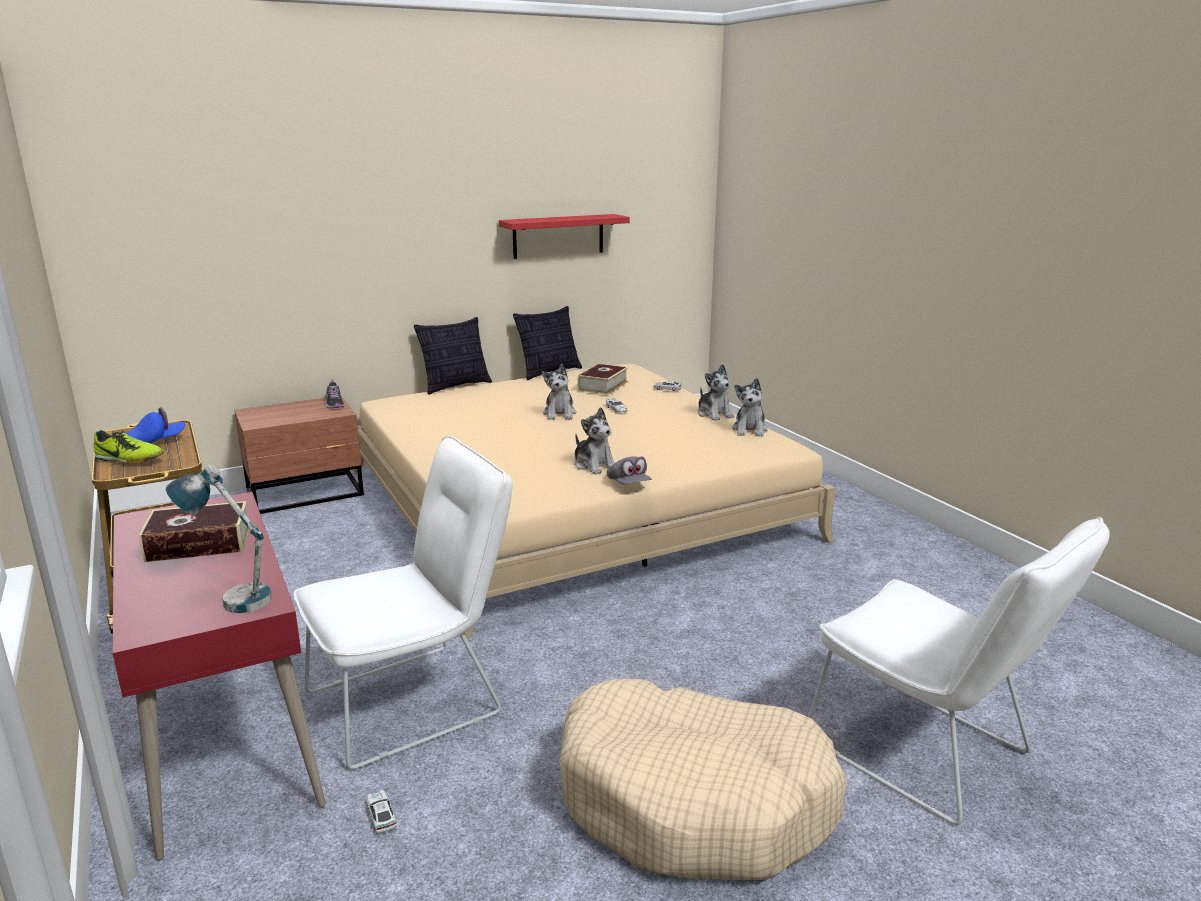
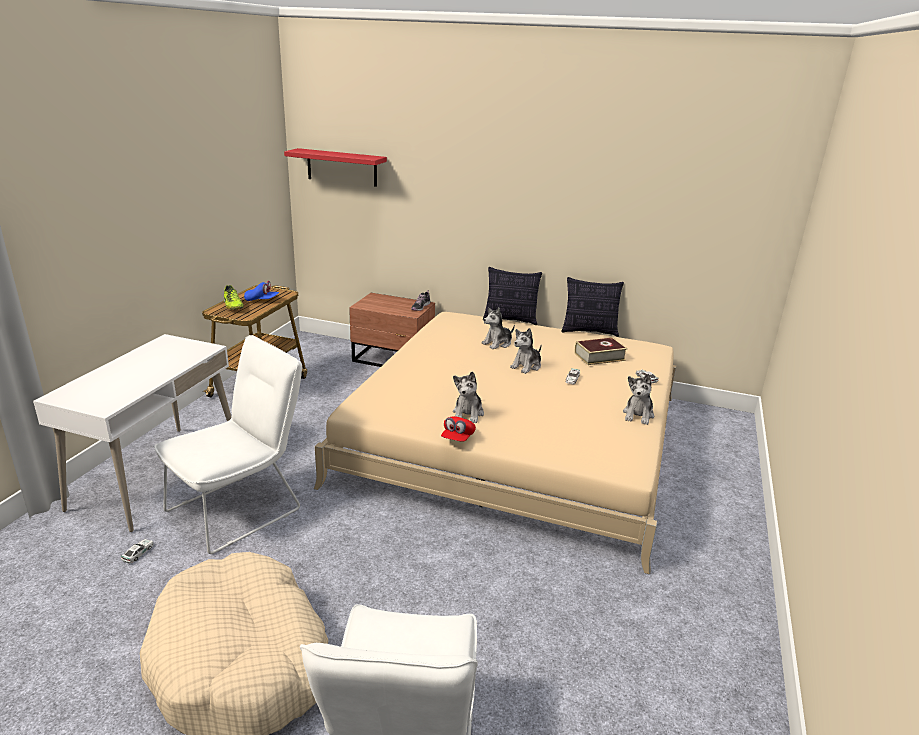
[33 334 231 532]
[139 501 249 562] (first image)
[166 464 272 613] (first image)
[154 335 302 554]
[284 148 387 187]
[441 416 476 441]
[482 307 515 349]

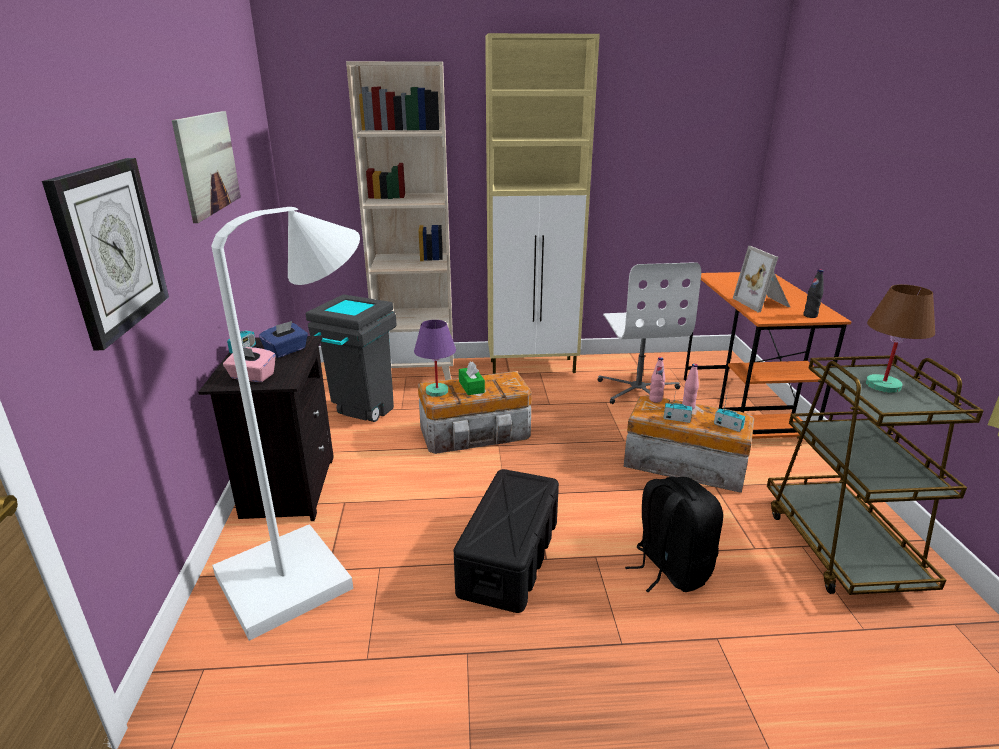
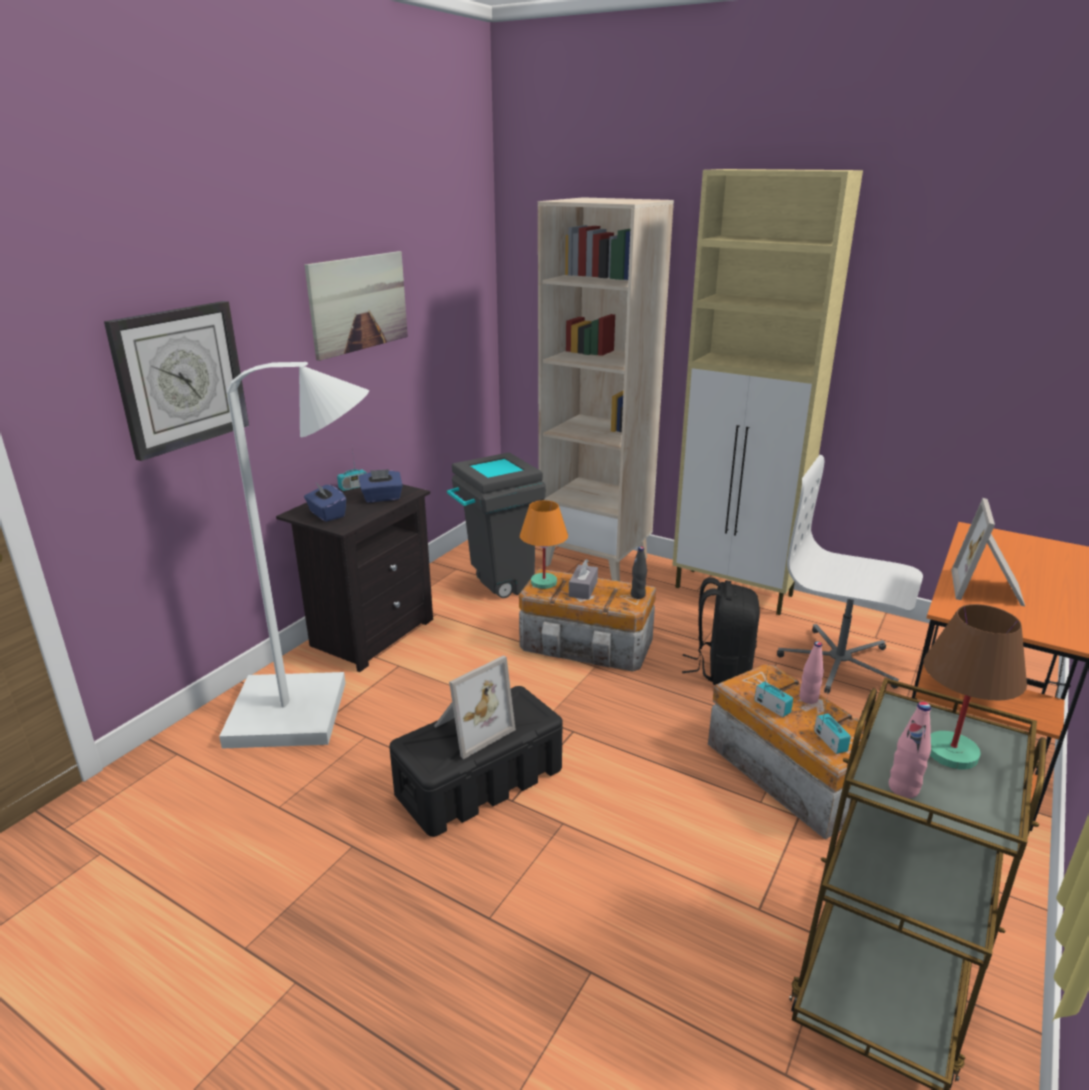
[304 483 346 522]
[520 500 568 589]
[569 559 598 600]
[777 455 923 694]
[682 578 760 685]
[889 702 931 798]
[631 547 647 599]
[434 655 516 759]

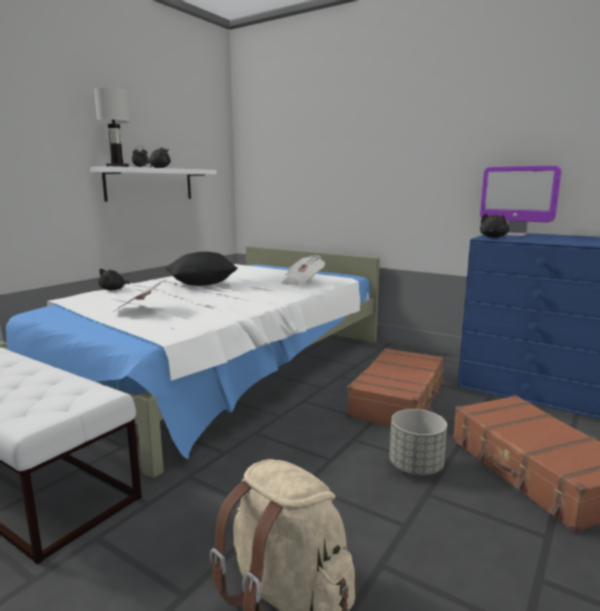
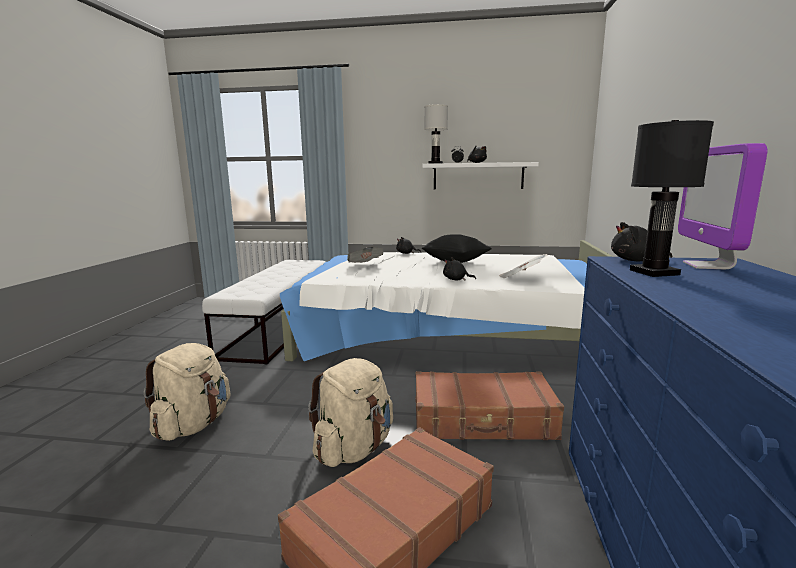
[308 358 393 467]
[443 257 476 280]
[630 120 714 277]

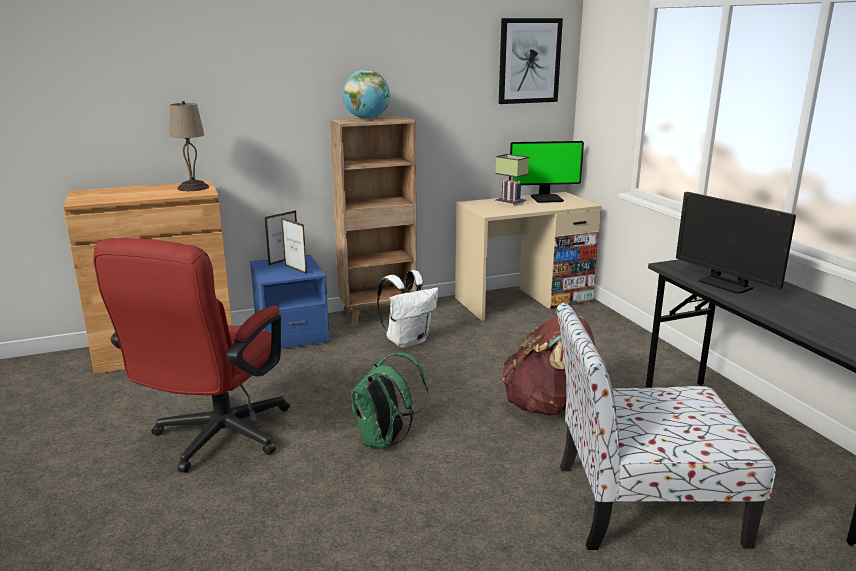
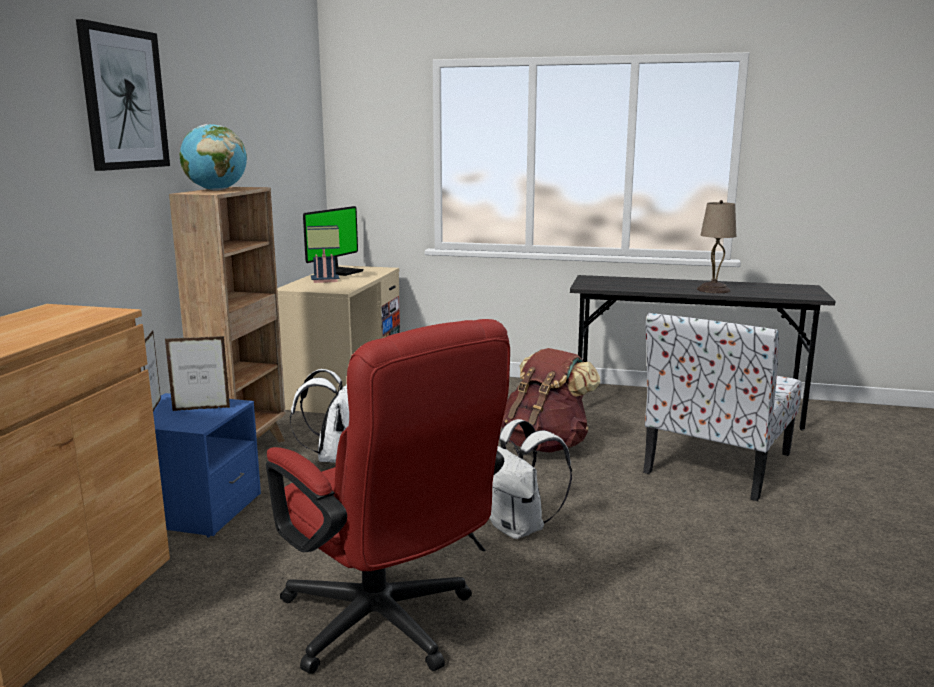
[697 200 736 293]
[490 419 572 539]
[76 19 170 171]
[676 192 796 294] (first image)

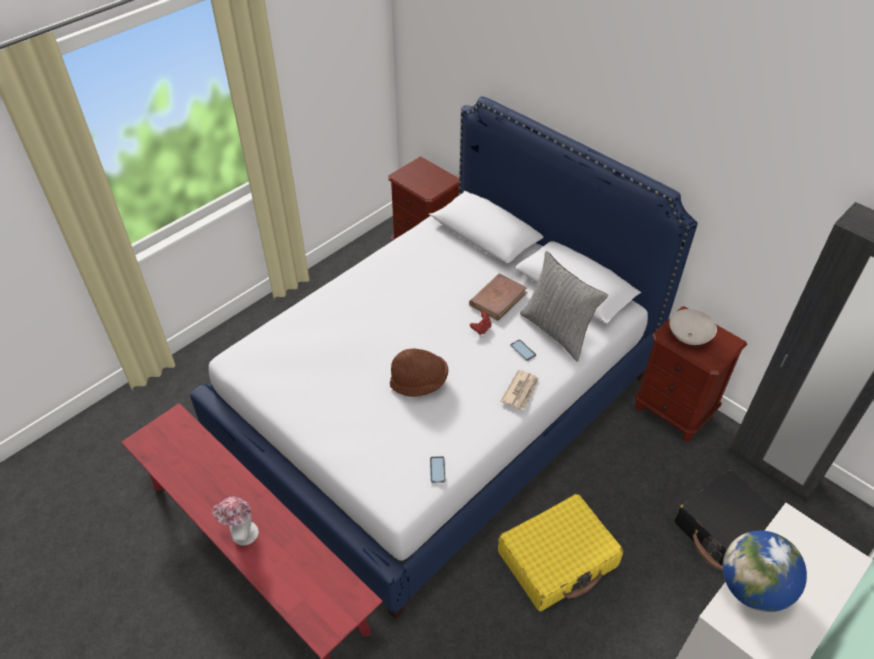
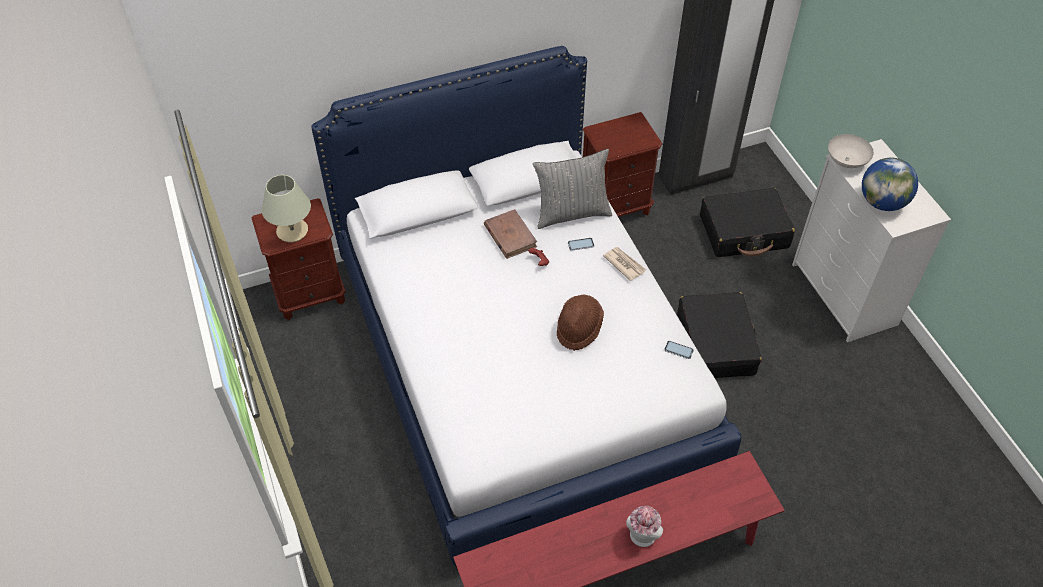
[677 292 762 378]
[828 134 874 168]
[262 175 311 243]

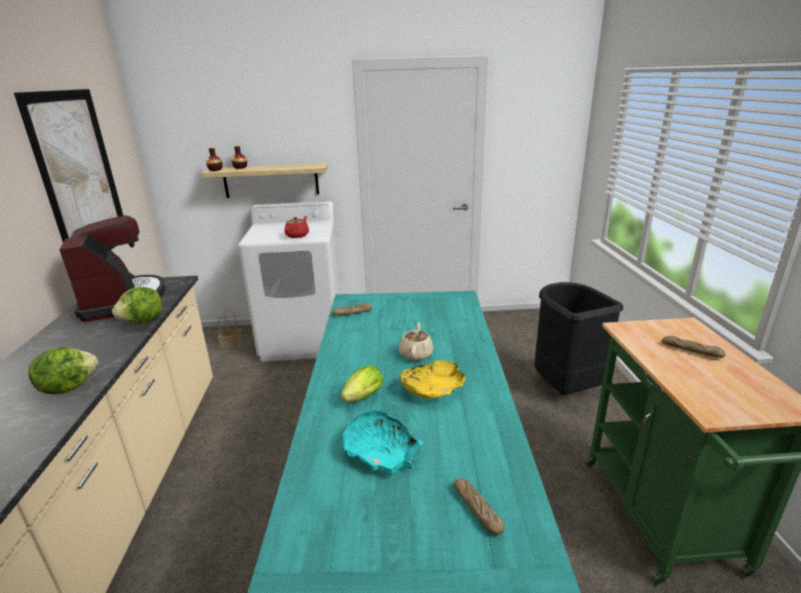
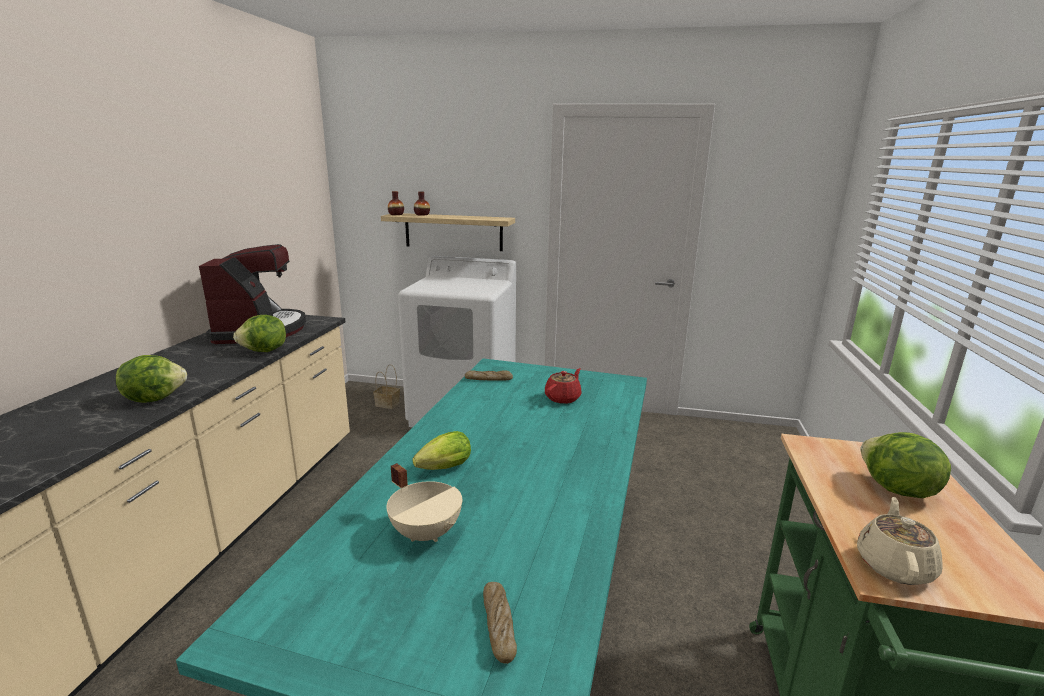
[14 89 123 250] (first image)
[545 368 582 404]
[386 463 462 542]
[857 497 943 585]
[400 360 465 399] (first image)
[534 282 623 395] (first image)
[860 432 951 498]

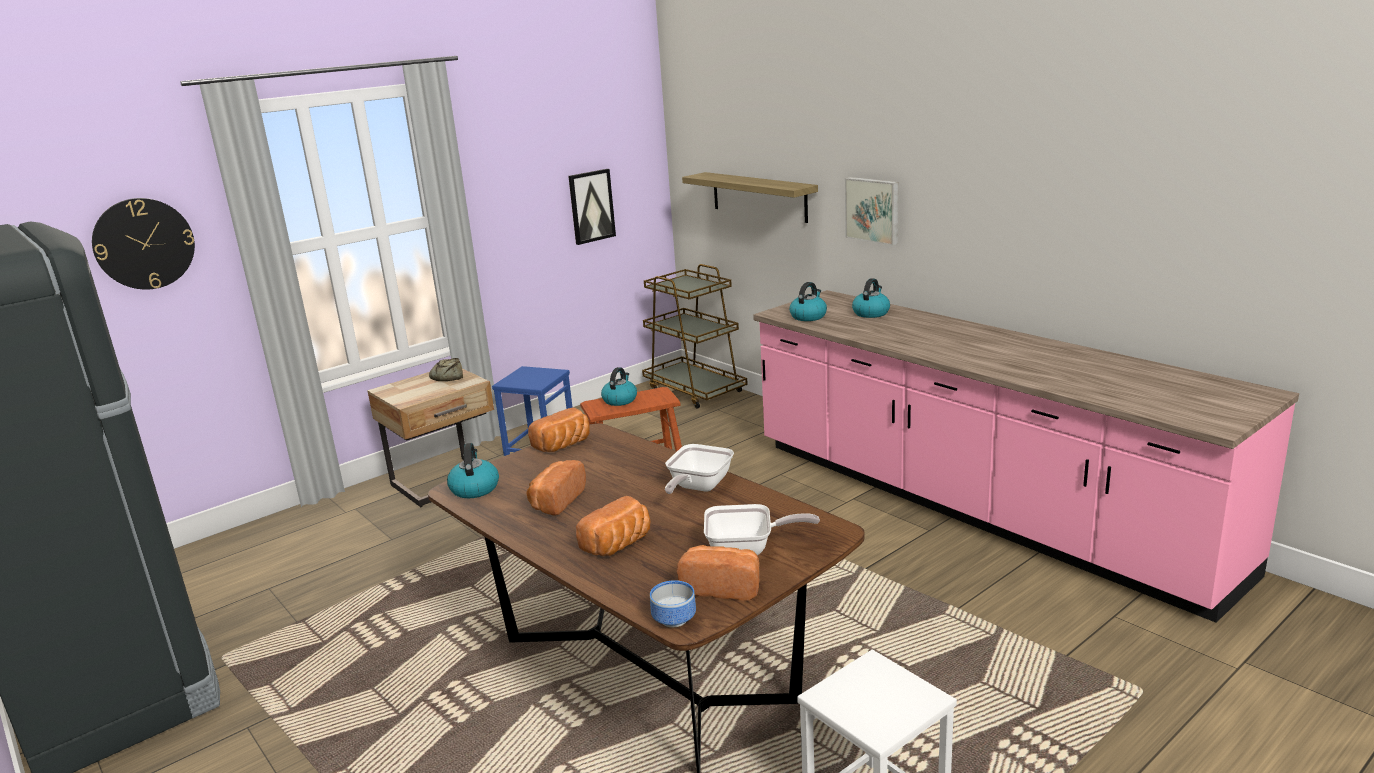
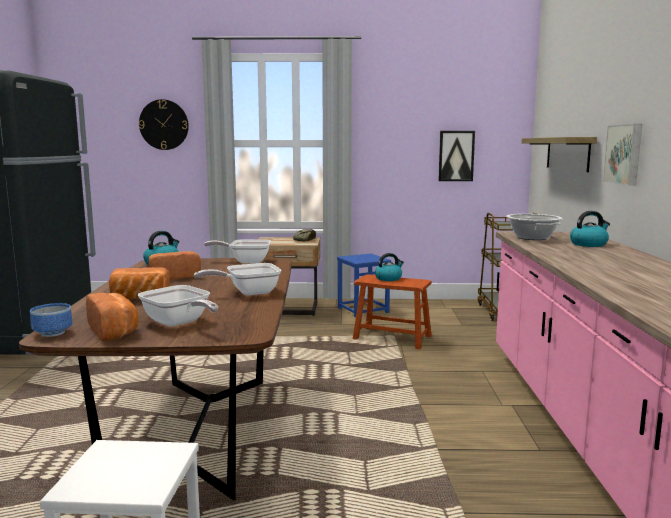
[204 240 271 263]
[506 214 563 240]

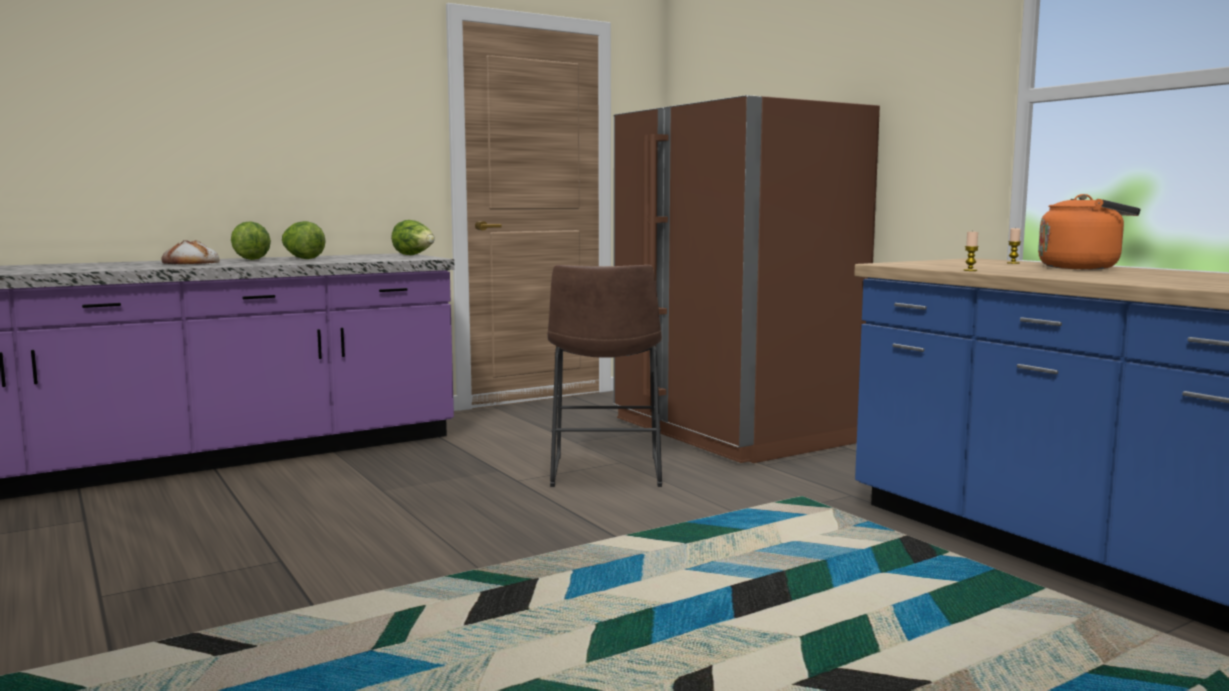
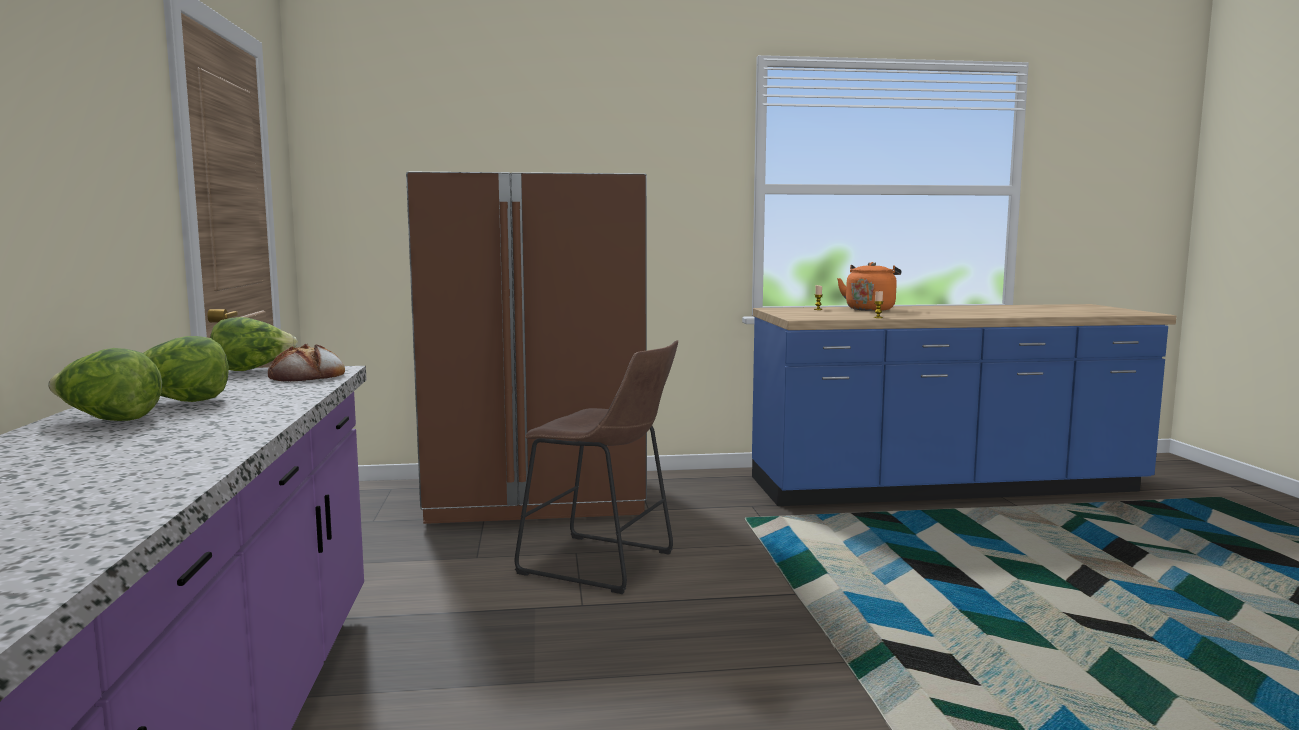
[268 343 345 381]

